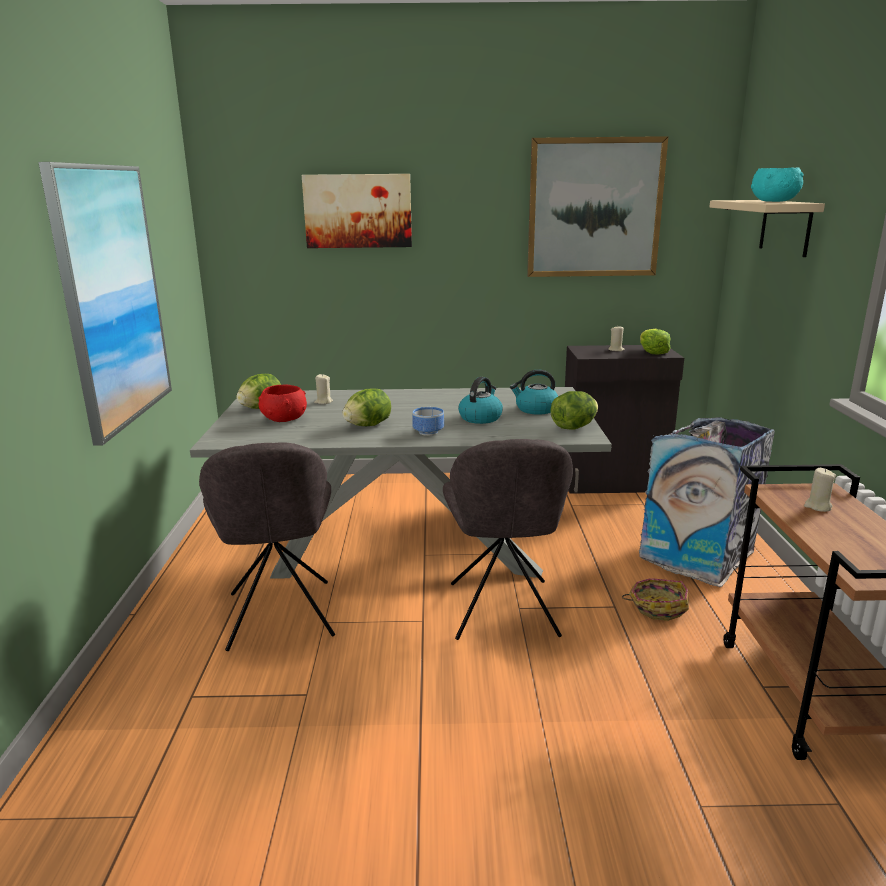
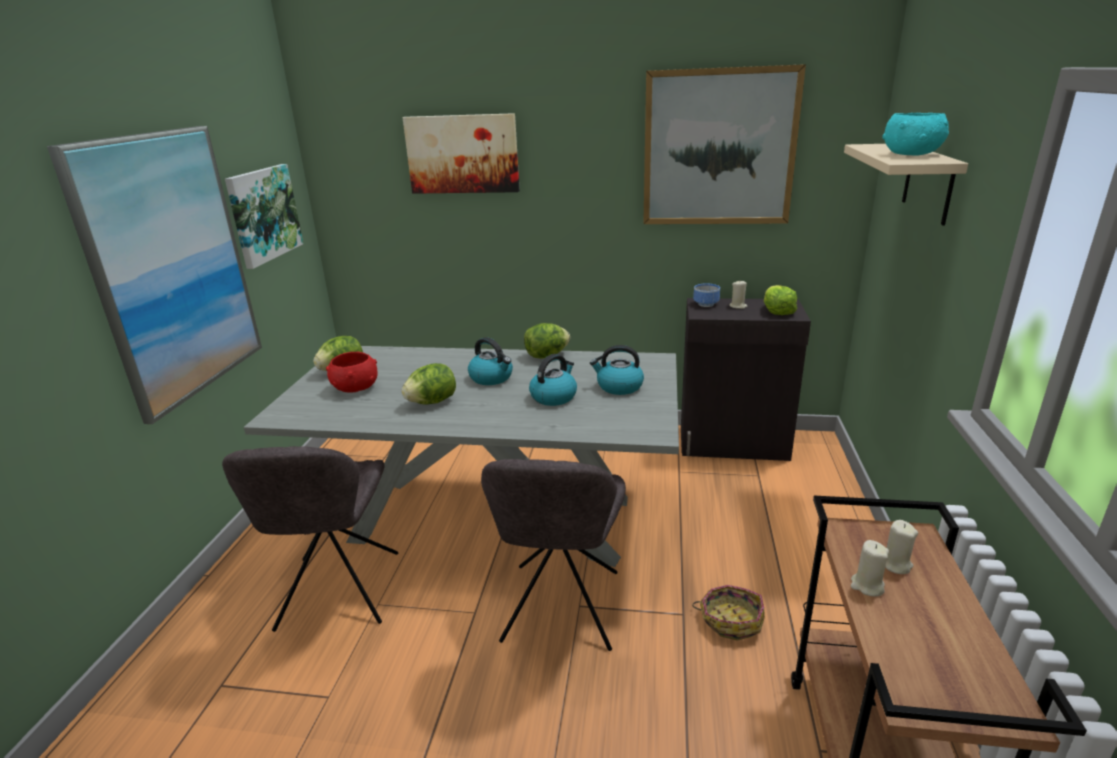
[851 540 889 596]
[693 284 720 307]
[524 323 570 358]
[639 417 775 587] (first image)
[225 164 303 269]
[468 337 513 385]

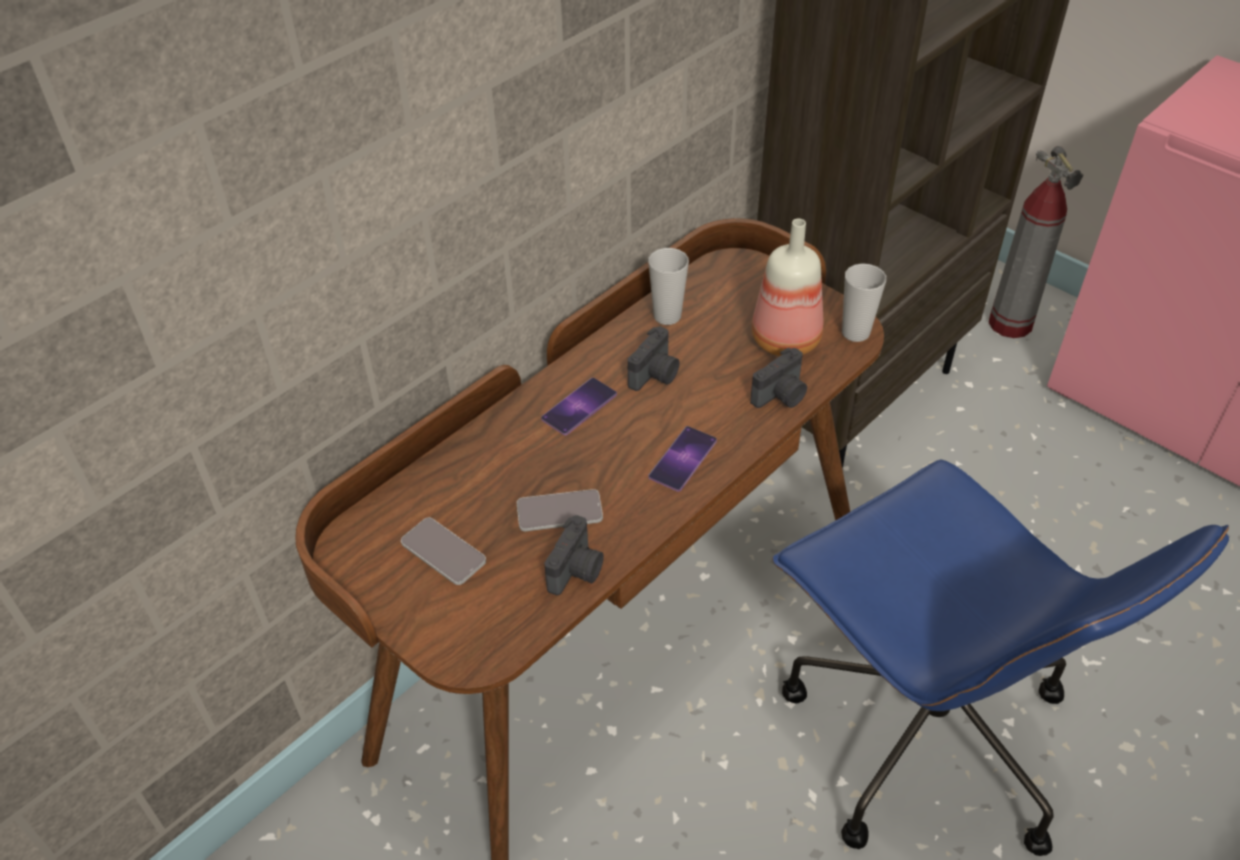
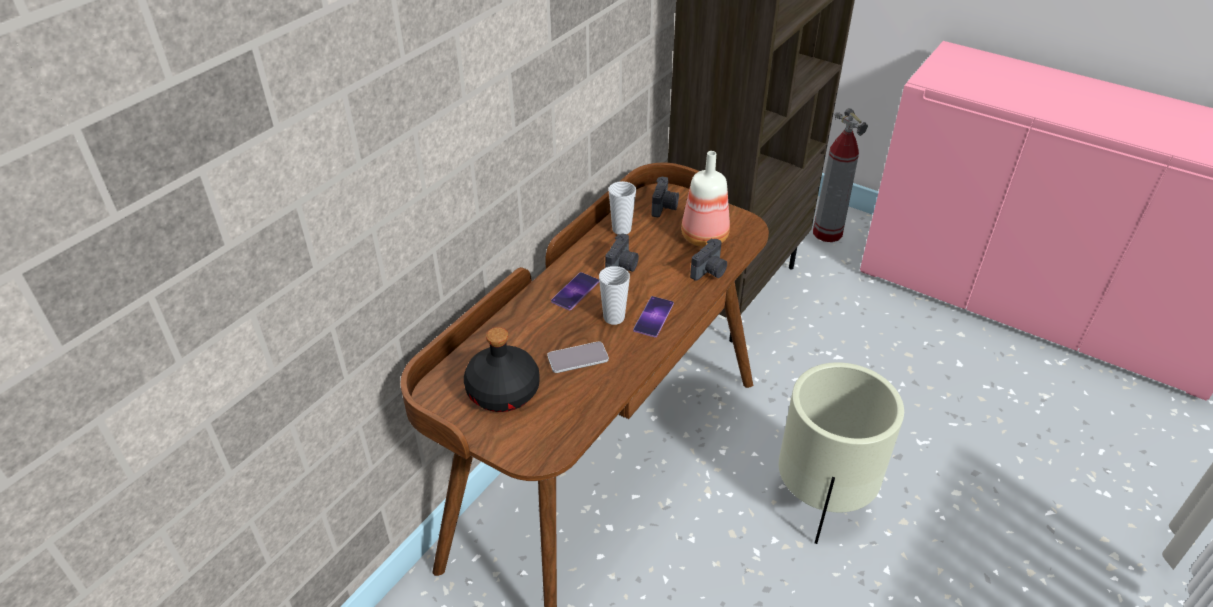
[464 327 540 412]
[652 177 679 217]
[779 362 904 544]
[599 266 630 325]

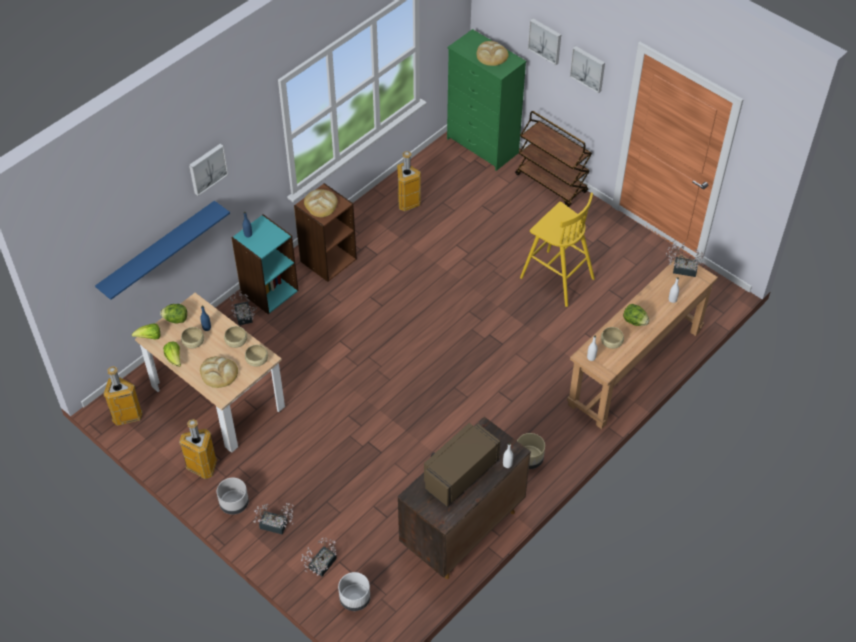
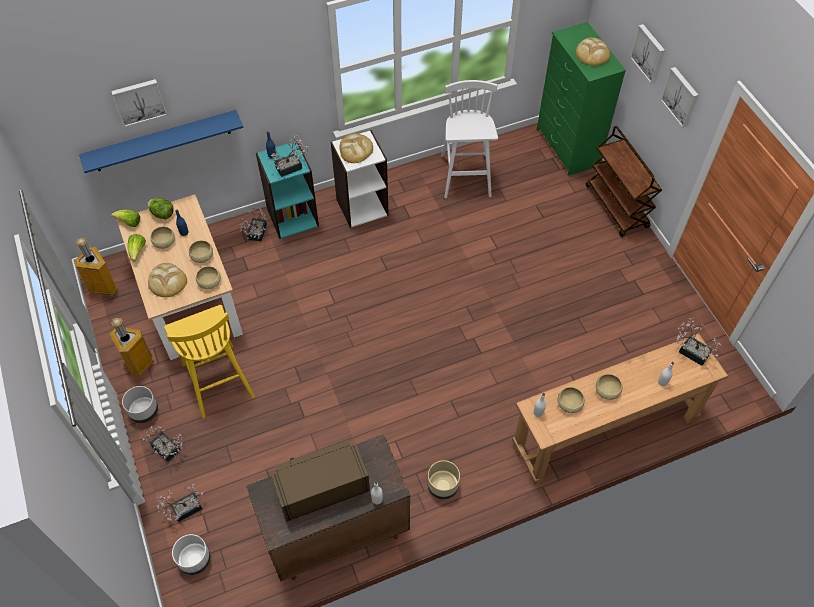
[111 79 167 127]
[331 130 389 228]
[441 80 498 199]
[164 305 255 418]
[596 374 623 400]
[269 135 308 177]

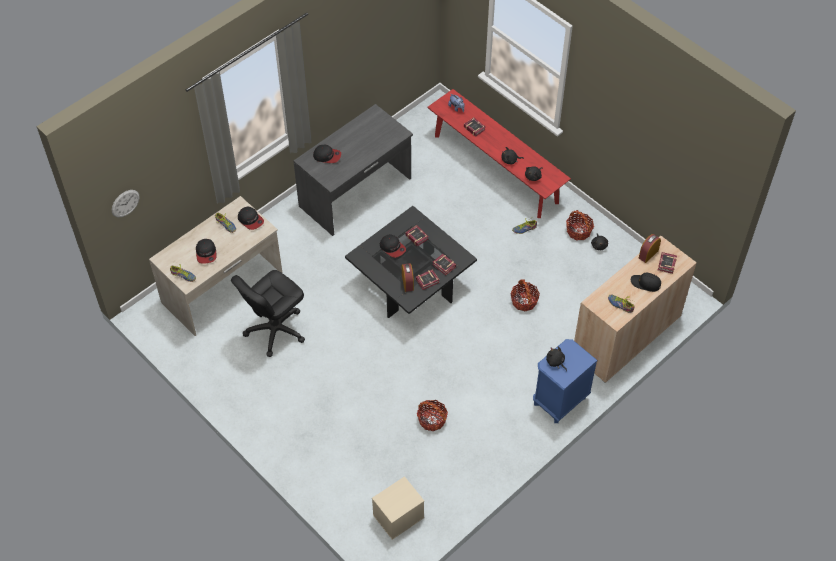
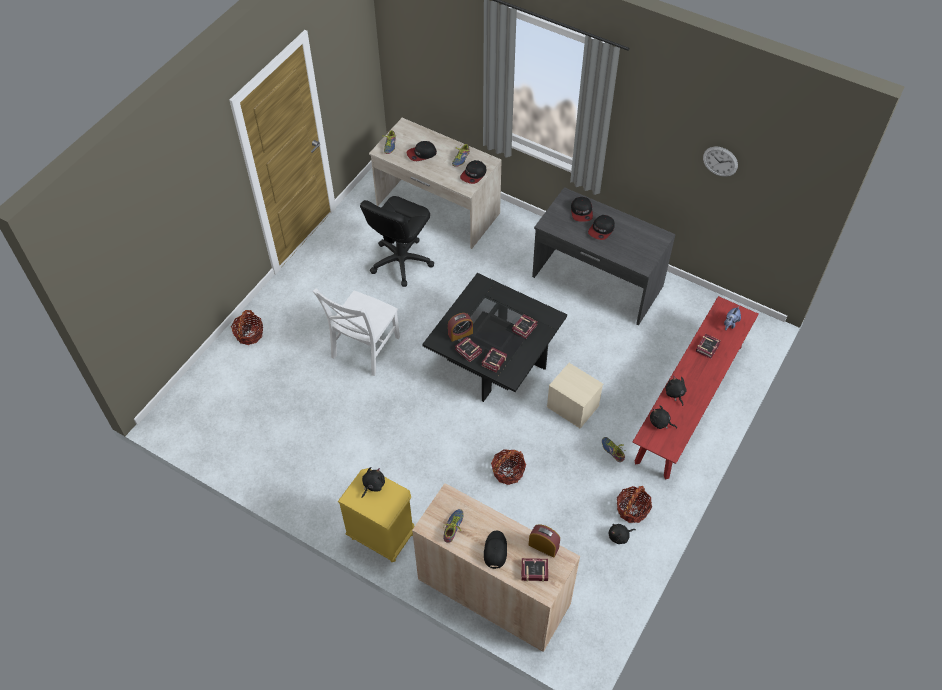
[703 147 738 177]
[360 196 434 287]
[547 363 603 428]
[588 215 615 240]
[231 310 263 345]
[338 468 415 562]
[313 288 400 376]

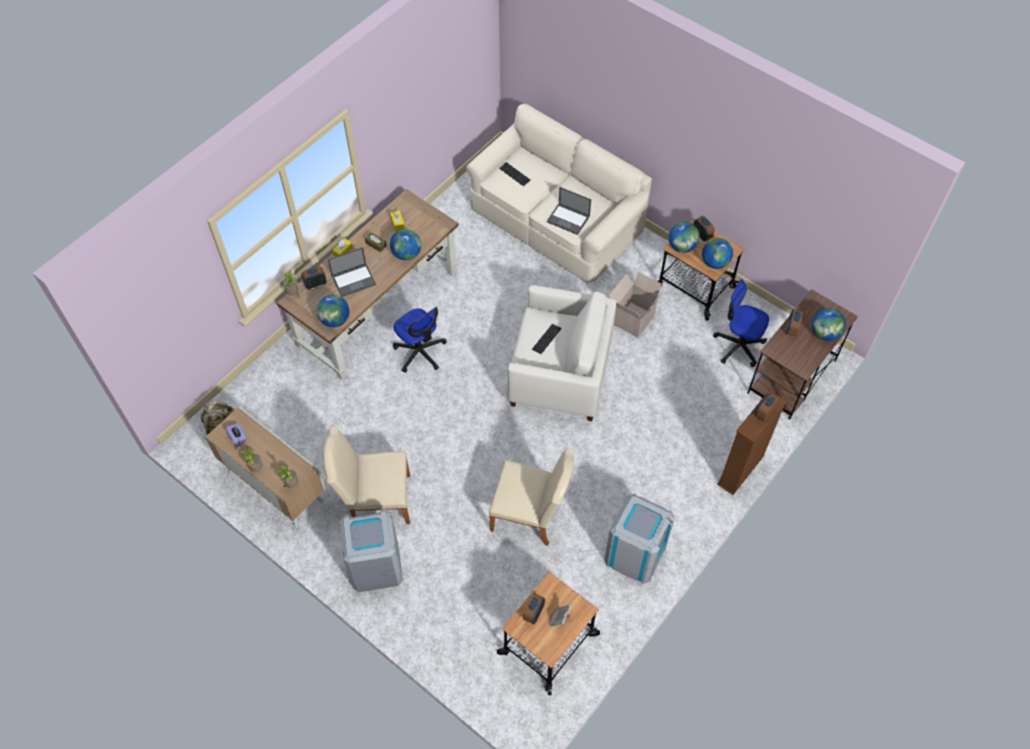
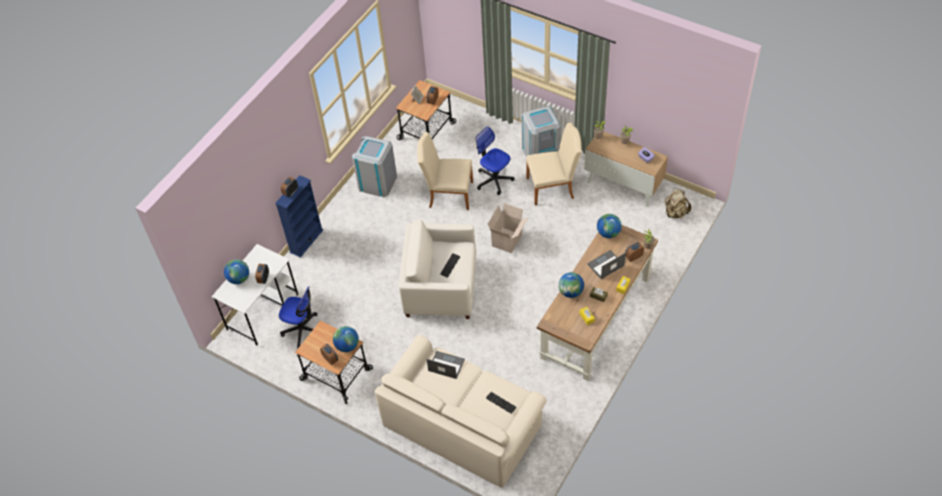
[476 126 515 195]
[488 203 528 253]
[702 238 733 269] (first image)
[275 175 323 258]
[212 244 298 346]

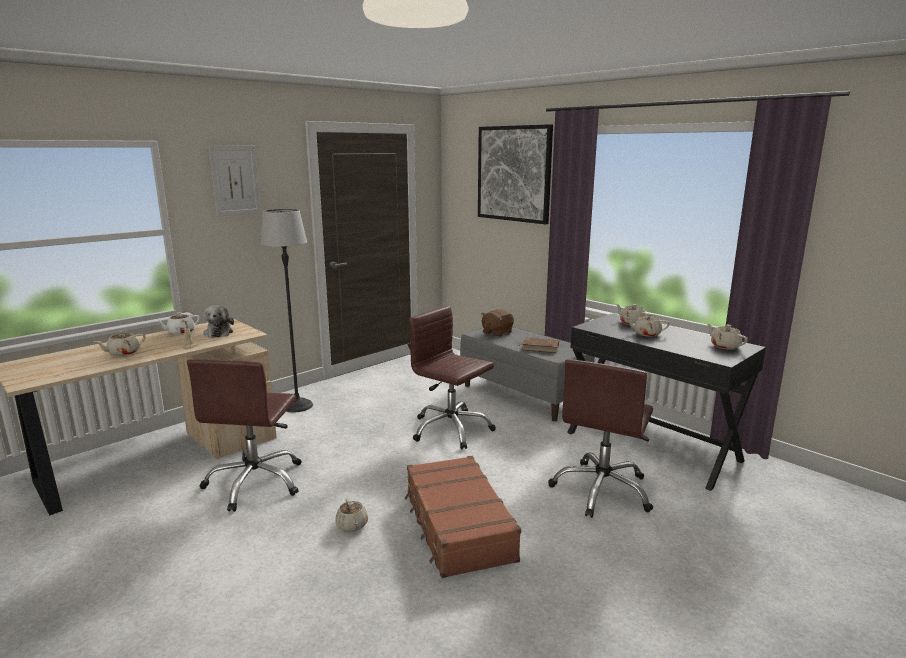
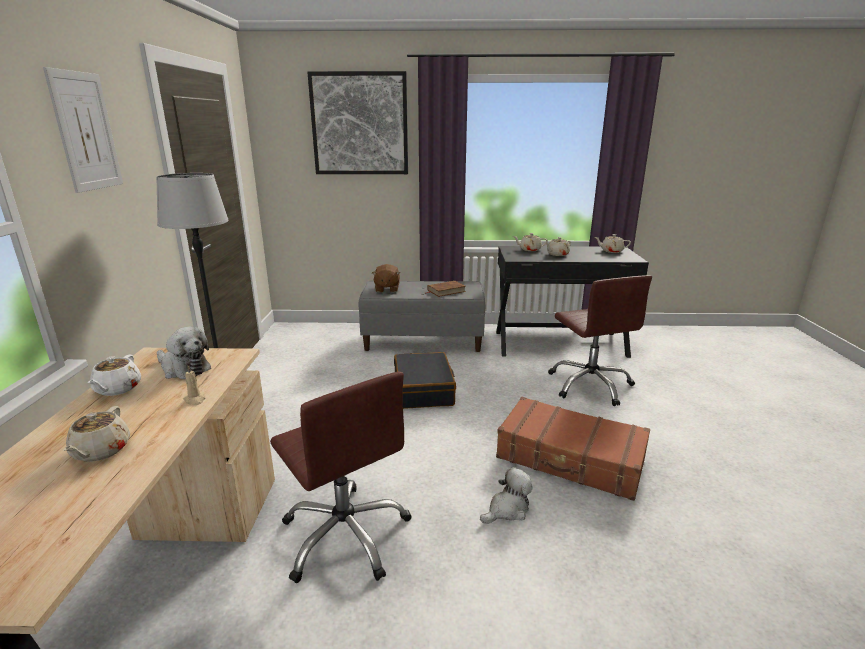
[480 467 533 524]
[394 352 456 409]

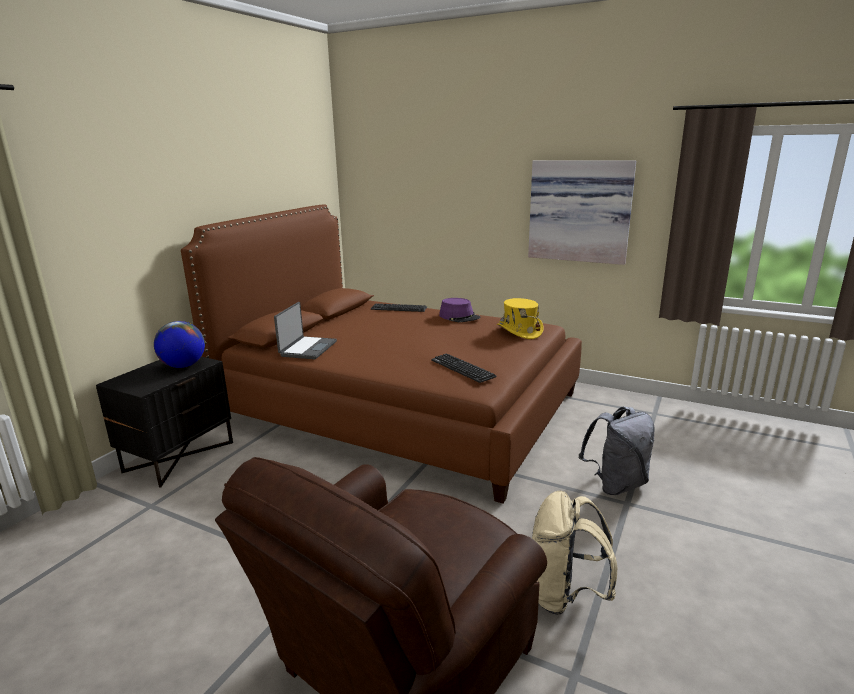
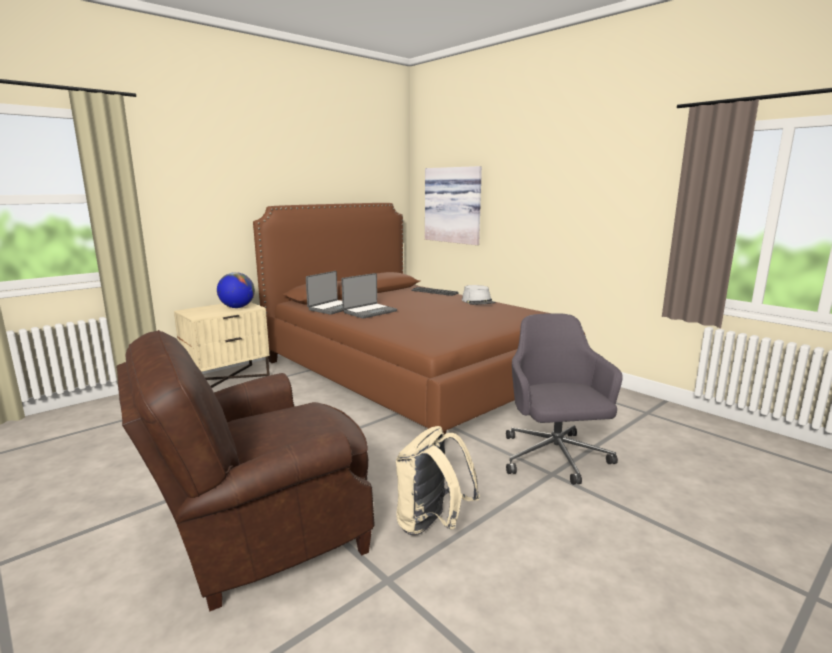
[174 302 270 388]
[431 353 497 383] (first image)
[462 285 495 305]
[497 298 544 339] (first image)
[425 166 482 245]
[506 313 623 485]
[341 273 397 319]

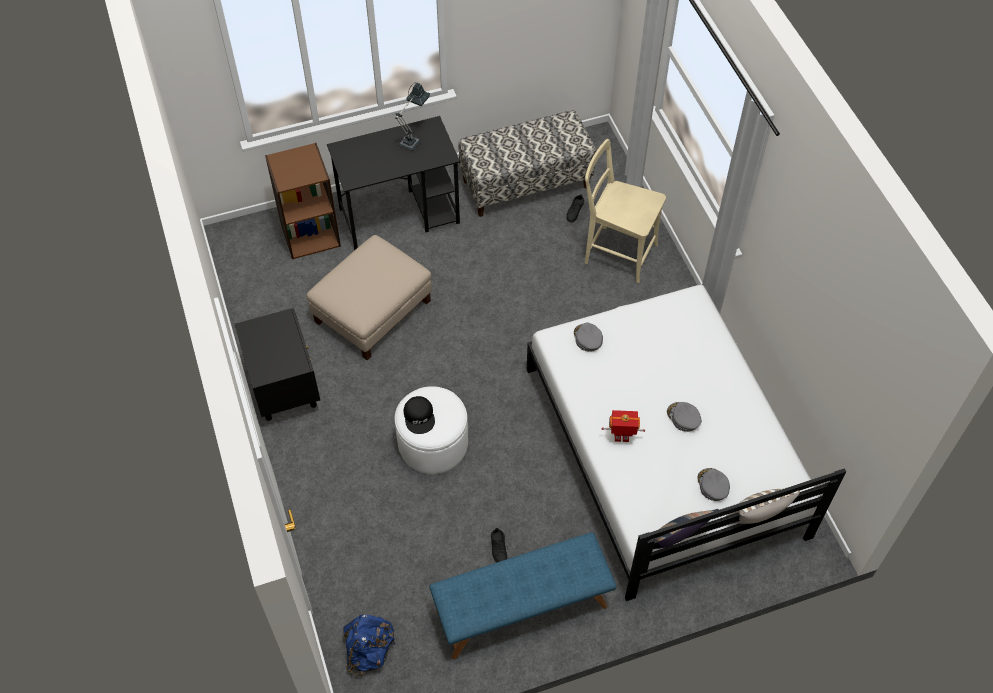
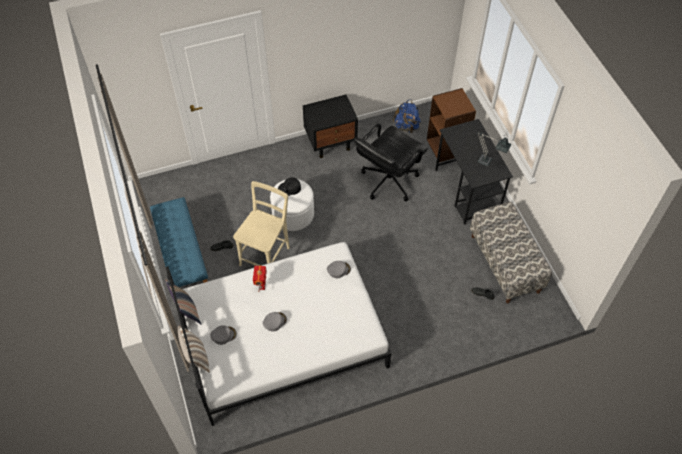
[354 123 428 201]
[392 99 421 133]
[233 181 290 266]

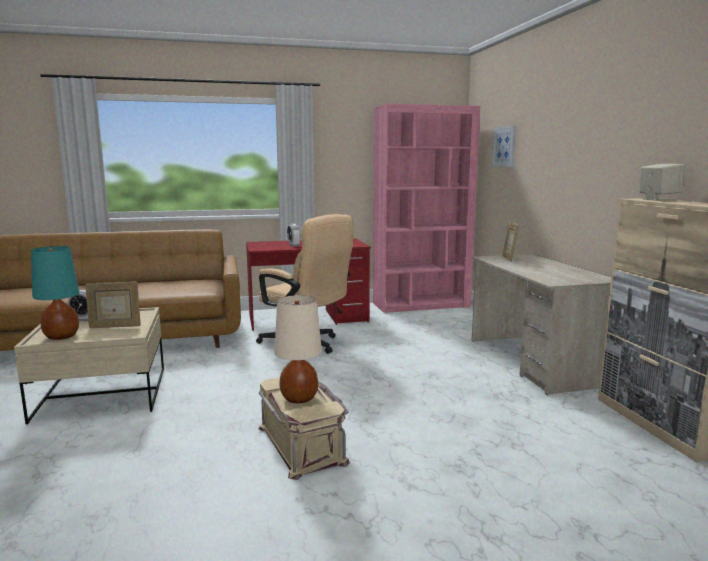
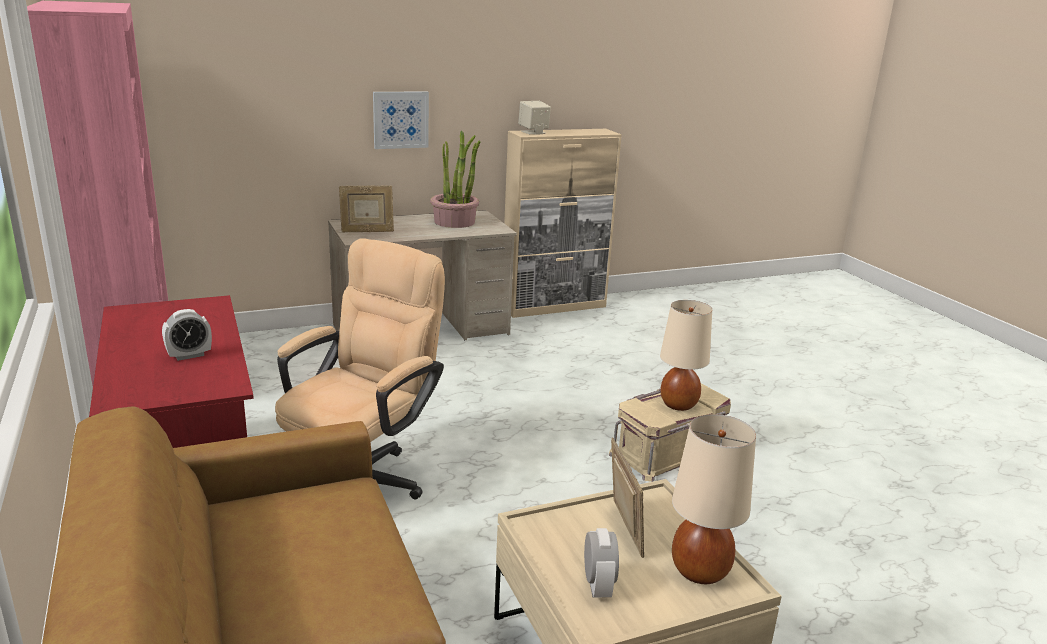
[672 414 756 584]
[373 92 429 149]
[430 131 481 228]

